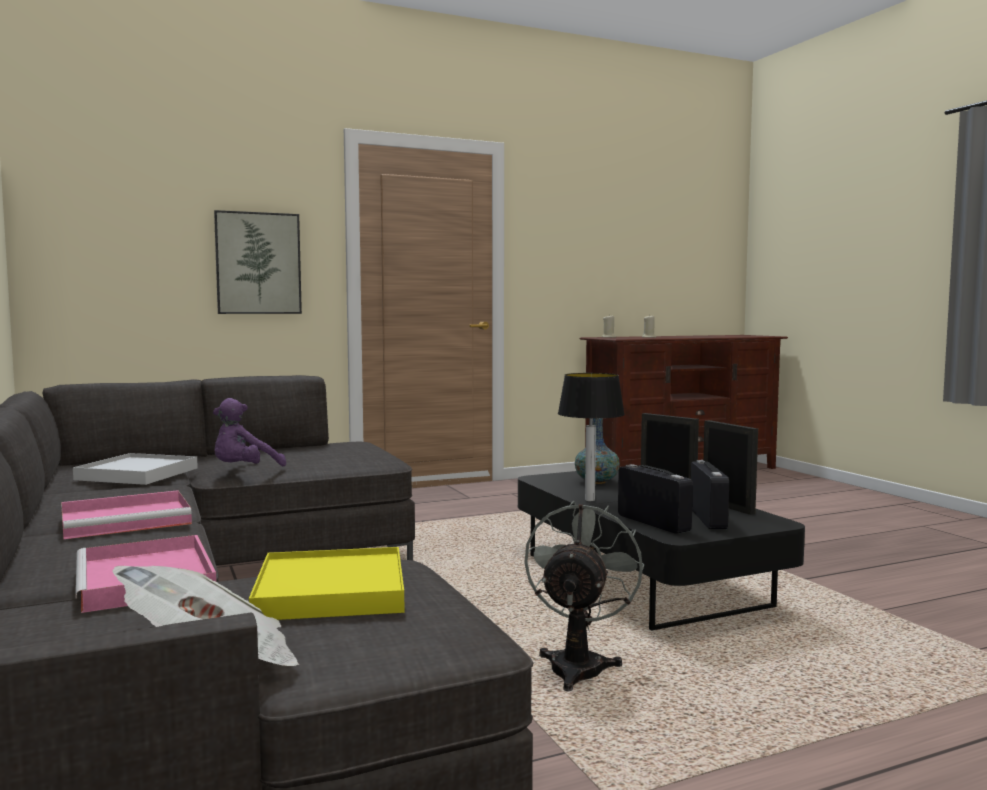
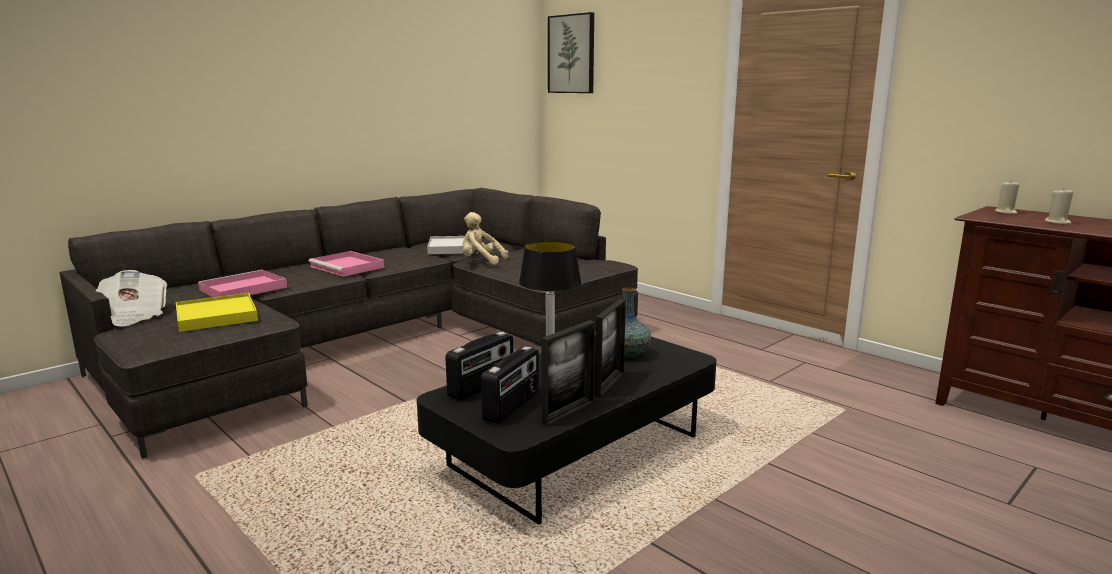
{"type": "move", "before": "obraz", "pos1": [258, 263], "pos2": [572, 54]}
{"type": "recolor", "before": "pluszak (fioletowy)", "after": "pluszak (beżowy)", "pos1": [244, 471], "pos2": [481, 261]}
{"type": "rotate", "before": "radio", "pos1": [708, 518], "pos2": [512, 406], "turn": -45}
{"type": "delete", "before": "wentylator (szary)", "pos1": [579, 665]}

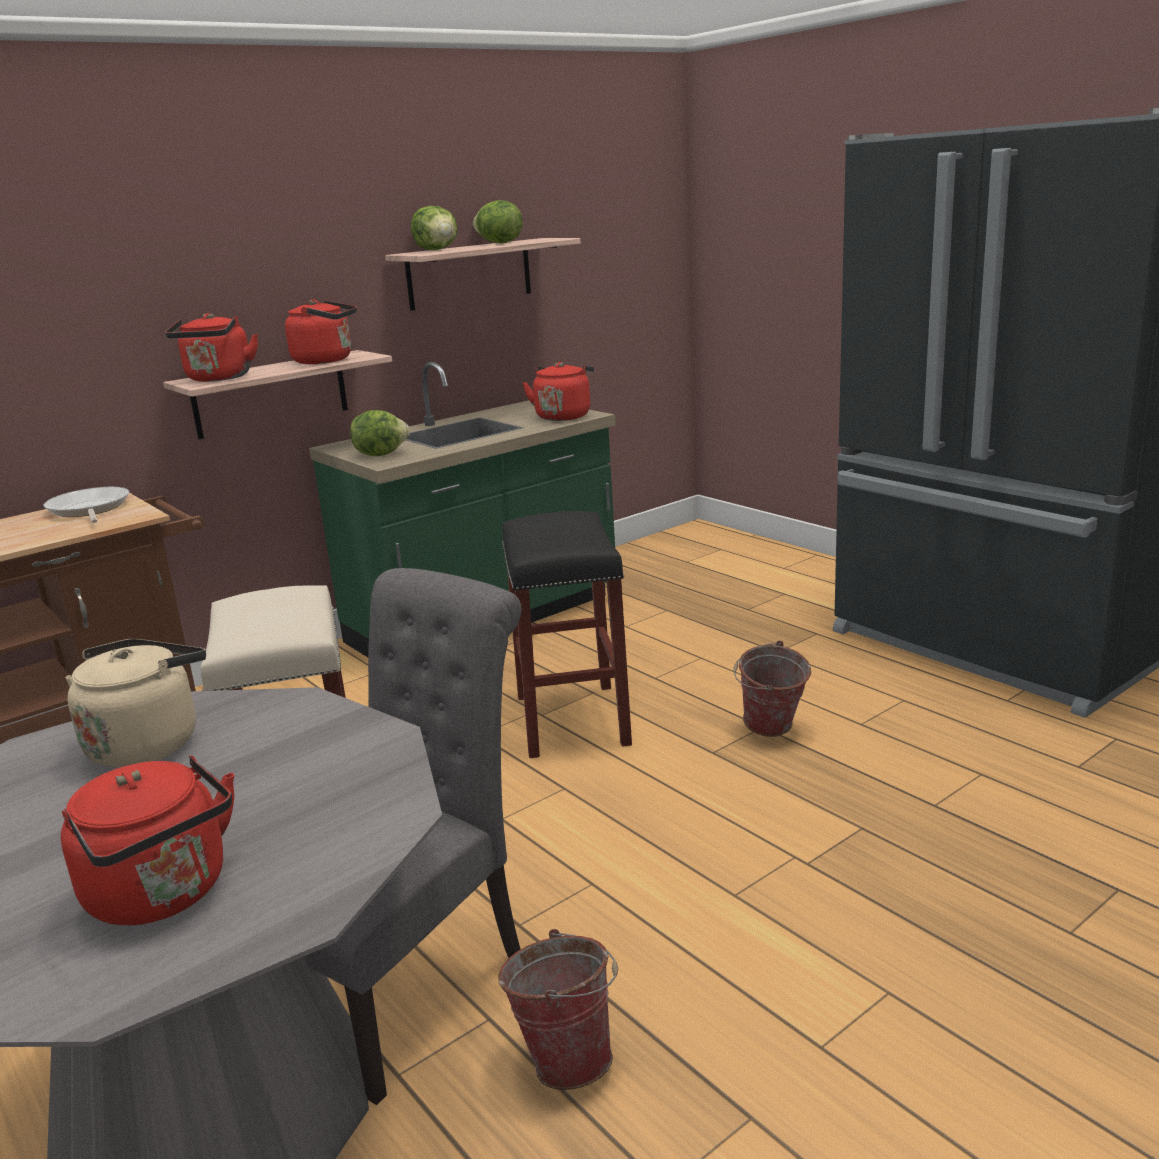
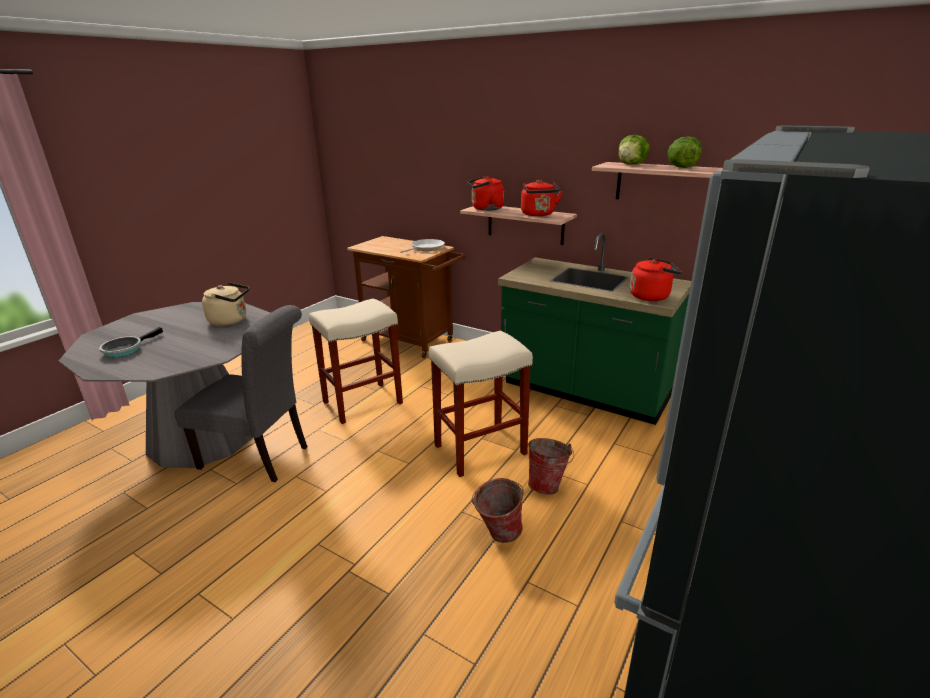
{"type": "delete", "before": "sałata", "pos1": [380, 454]}
{"type": "recolor", "before": "stołek (czarny)", "after": "stołek (beżowy)", "pos1": [570, 719], "pos2": [481, 449]}
{"type": "replace", "before": "czajnik (czerwony)", "after": "patelnia", "pos1": [164, 895], "pos2": [126, 349]}
{"type": "move", "before": "wiadro", "pos1": [566, 1056], "pos2": [548, 485]}

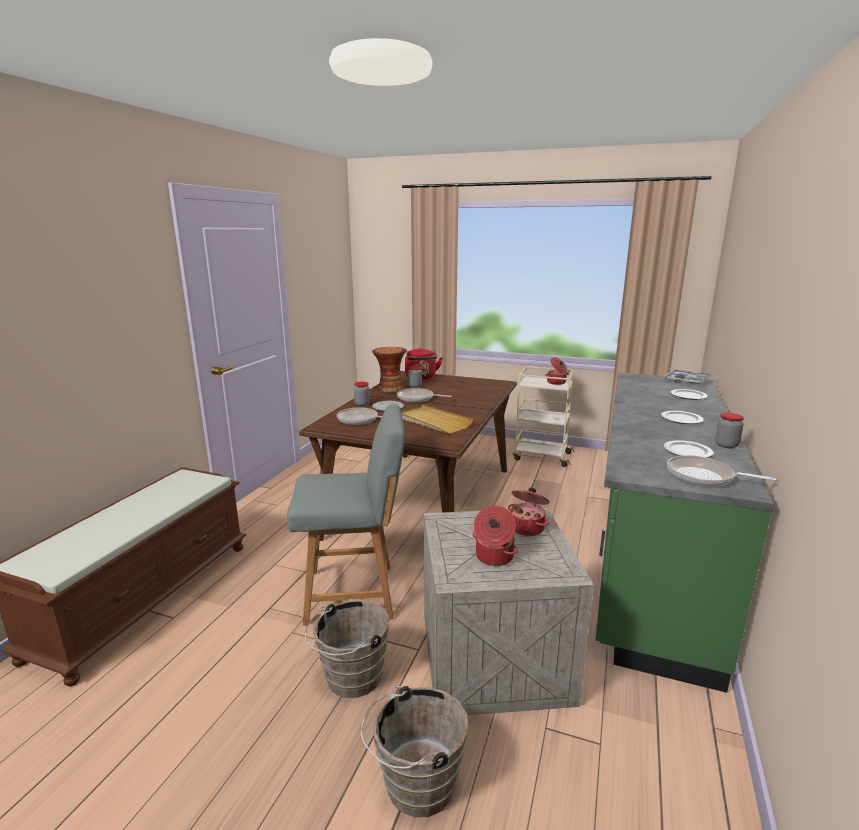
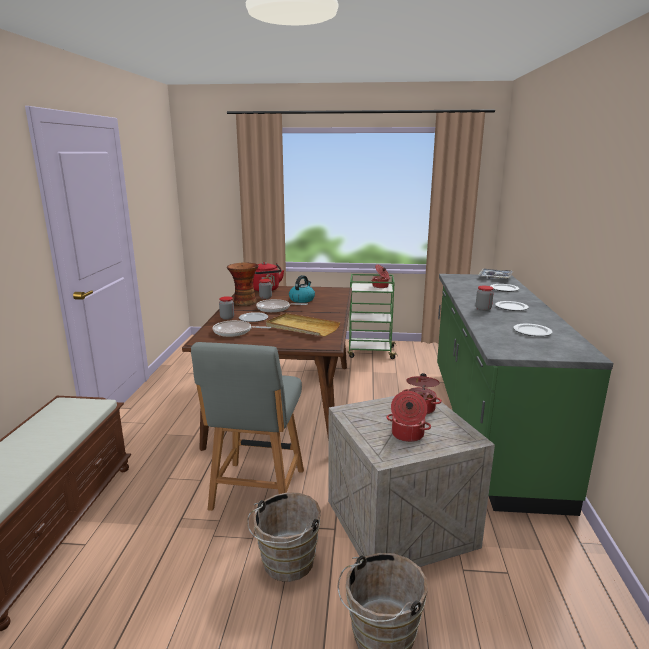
{"type": "recolor", "before": "wózek (beżowy)", "after": "wózek (zielony)", "pos1": [541, 456], "pos2": [370, 352]}
{"type": "rotate", "before": "krzesło (szary)", "pos1": [354, 593], "pos2": [257, 491], "turn": 120}
{"type": "move", "before": "słoik", "pos1": [726, 445], "pos2": [483, 309]}
{"type": "delete", "before": "patelnia", "pos1": [704, 477]}
{"type": "insert", "after": "czajnik", "pos2": [302, 299]}

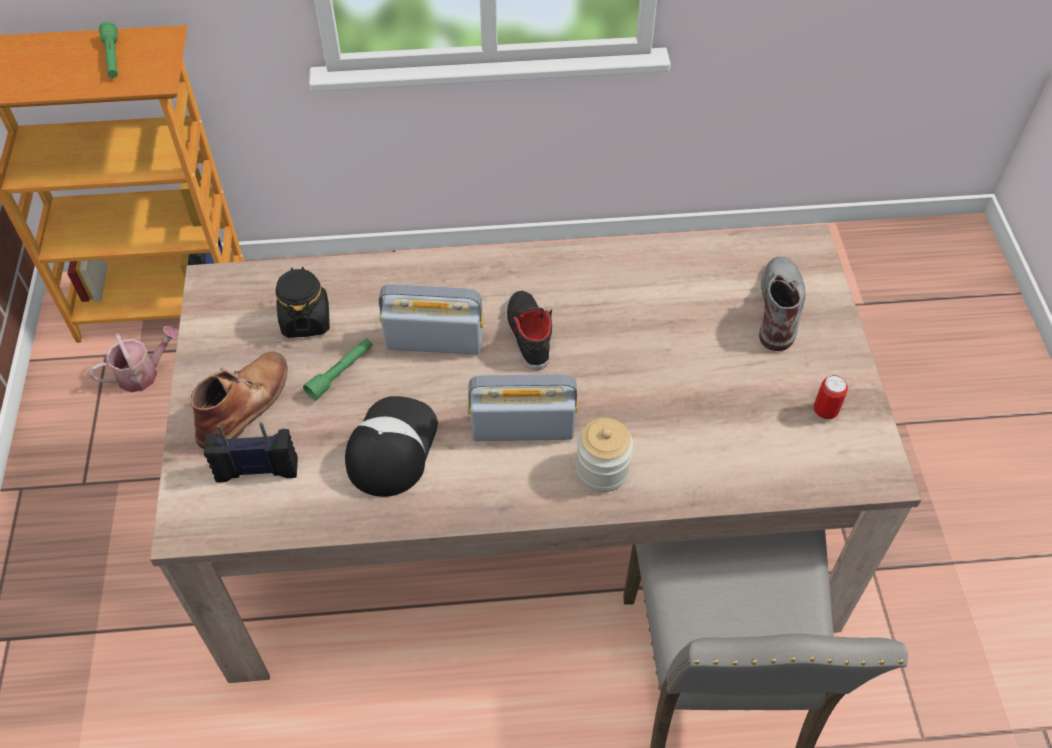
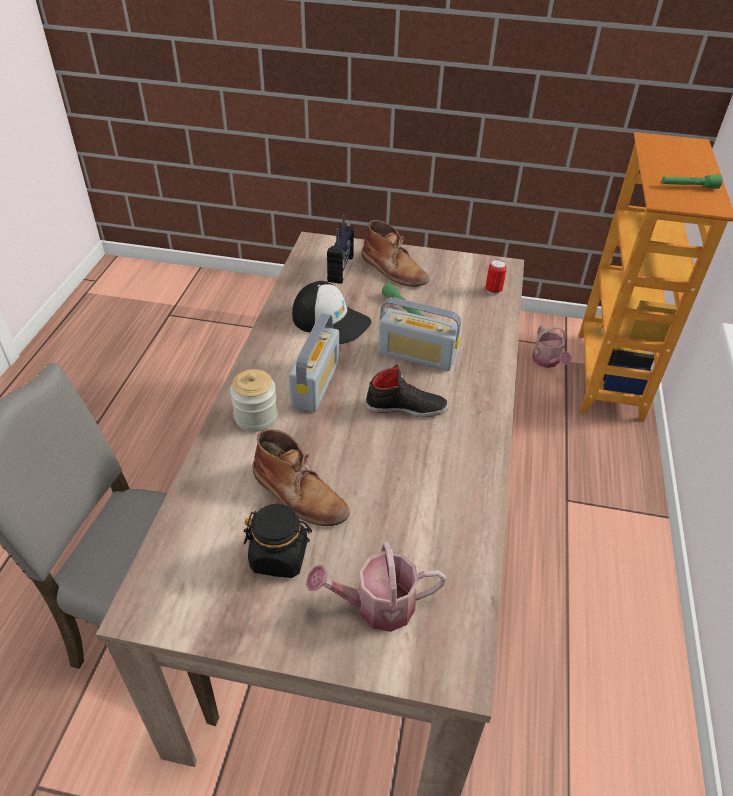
{"type": "replace", "before": "but z cholewką (szary)", "after": "konewka", "pos1": [779, 305], "pos2": [376, 606]}
{"type": "move", "before": "słoik (czarny)", "pos1": [305, 320], "pos2": [279, 556]}
{"type": "rotate", "before": "radio", "pos1": [434, 341], "pos2": [417, 355], "turn": 90}
{"type": "move", "before": "puszka", "pos1": [825, 411], "pos2": [493, 291]}
{"type": "insert", "after": "but z cholewką (brązowy)", "pos2": [299, 494]}

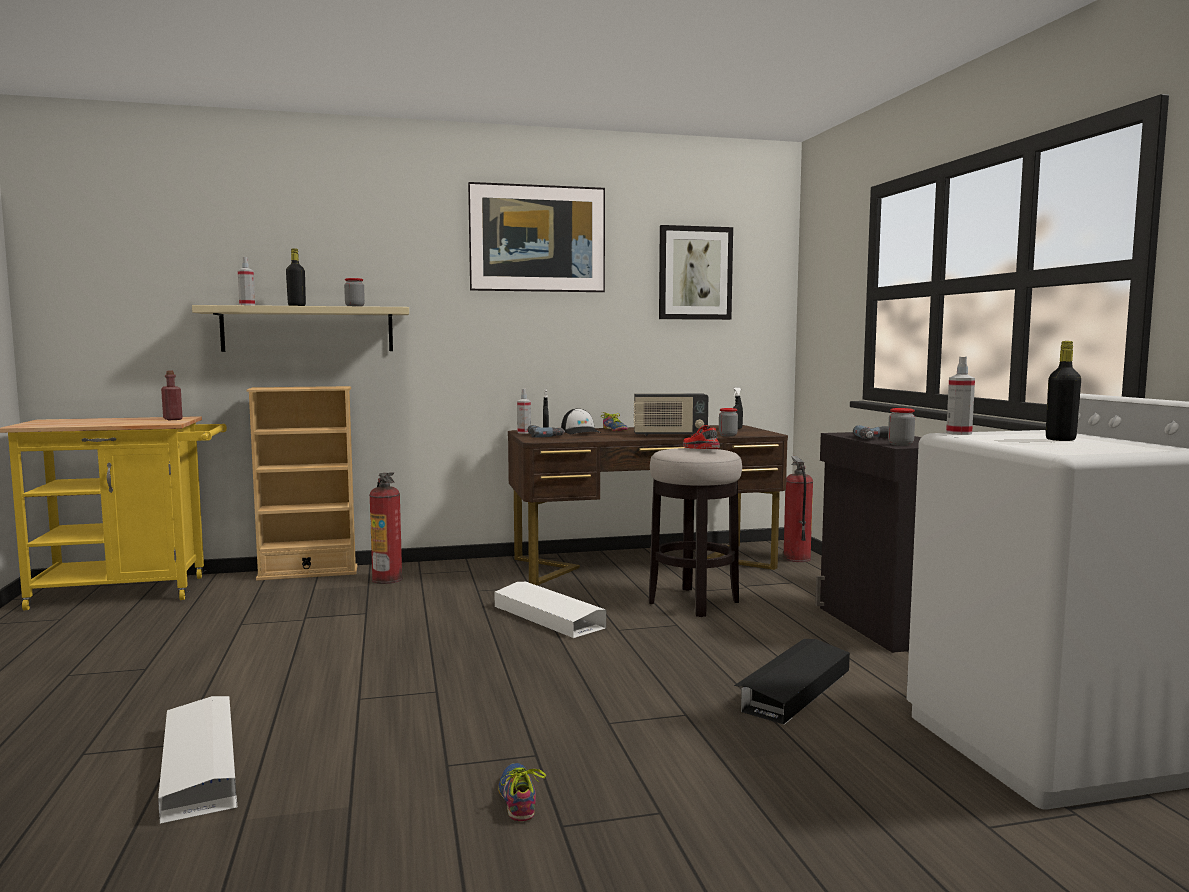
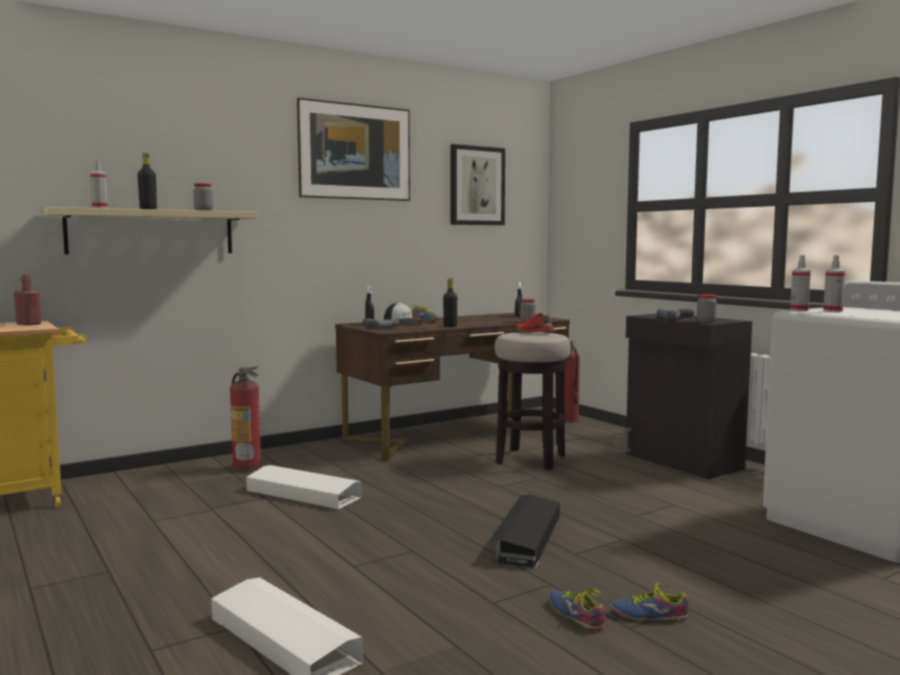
{"type": "move", "before": "butelka (czarny)", "pos1": [1060, 439], "pos2": [450, 326]}
{"type": "delete", "before": "regał (beżowy)", "pos1": [308, 573]}
{"type": "move", "before": "spryskiwacz", "pos1": [524, 432], "pos2": [832, 311]}
{"type": "delete", "before": "radio", "pos1": [669, 435]}
{"type": "move", "before": "pojemnik do przechowywania (biały)", "pos1": [548, 617], "pos2": [303, 494]}
{"type": "move", "before": "pojemnik do przechowywania (czarny)", "pos1": [793, 689], "pos2": [526, 538]}
{"type": "insert", "after": "but", "pos2": [648, 614]}

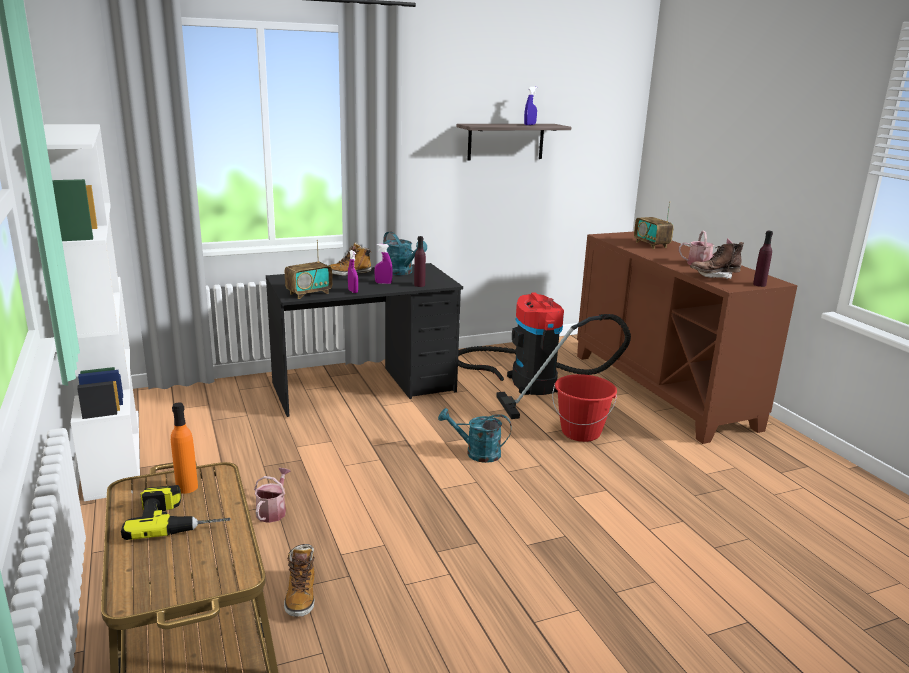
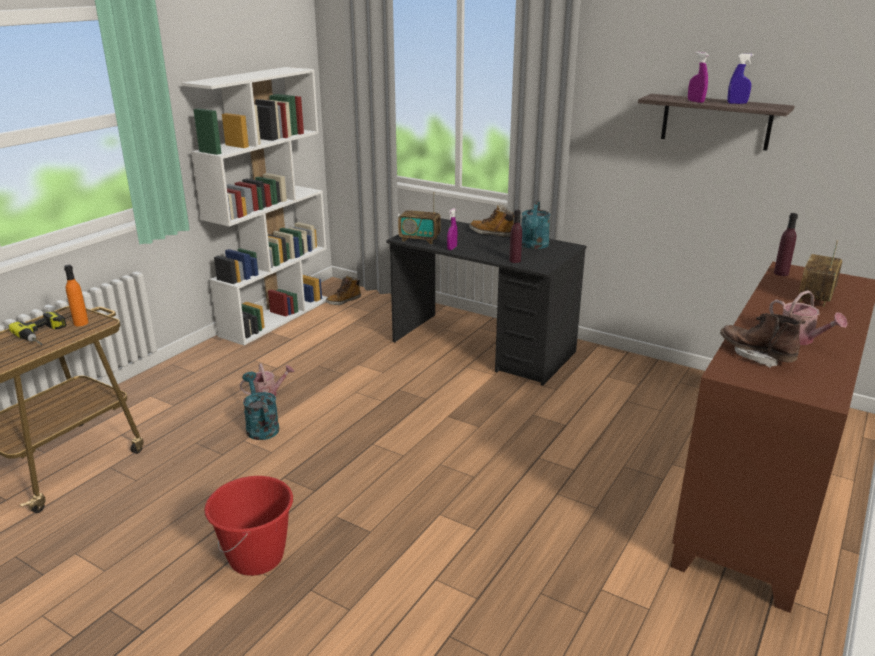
{"type": "move", "before": "butelka (fioletowy)", "pos1": [759, 284], "pos2": [781, 273]}
{"type": "move", "before": "spryskiwacz (fioletowy)", "pos1": [383, 283], "pos2": [695, 101]}
{"type": "delete", "before": "odkurzacz", "pos1": [530, 381]}
{"type": "move", "before": "wiadro (czerwony)", "pos1": [581, 432], "pos2": [257, 557]}
{"type": "move", "before": "konewka (turkusowy)", "pos1": [476, 453], "pos2": [260, 426]}
{"type": "move", "before": "but z cholewką", "pos1": [301, 595], "pos2": [344, 301]}

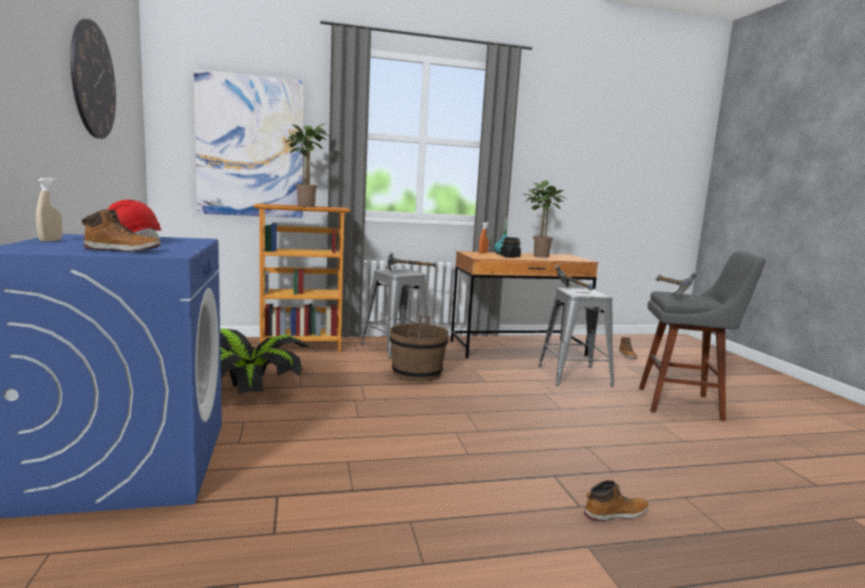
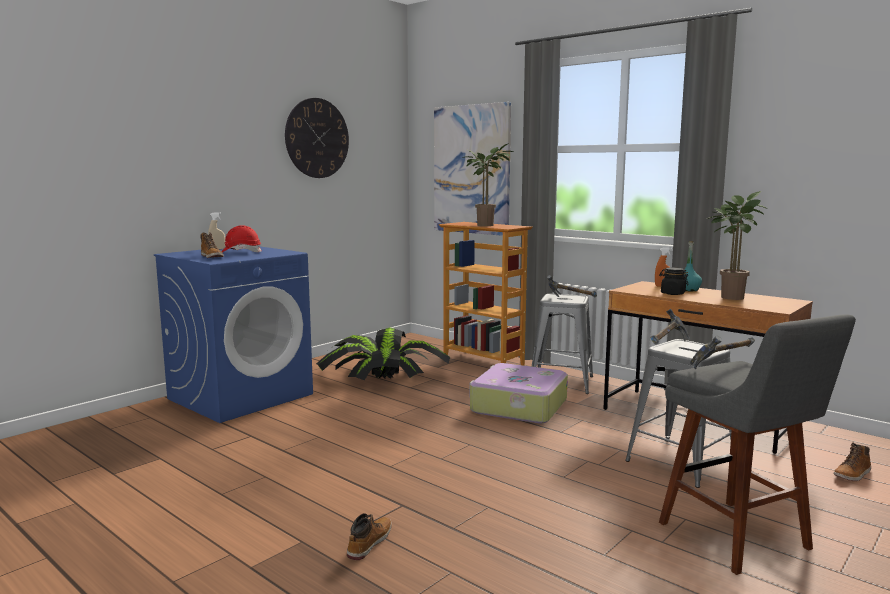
{"type": "replace", "before": "wiadro (brązowy)", "after": "walizka", "pos1": [417, 373], "pos2": [517, 406]}
{"type": "rotate", "before": "but z cholewką", "pos1": [615, 513], "pos2": [369, 543], "turn": -105}

